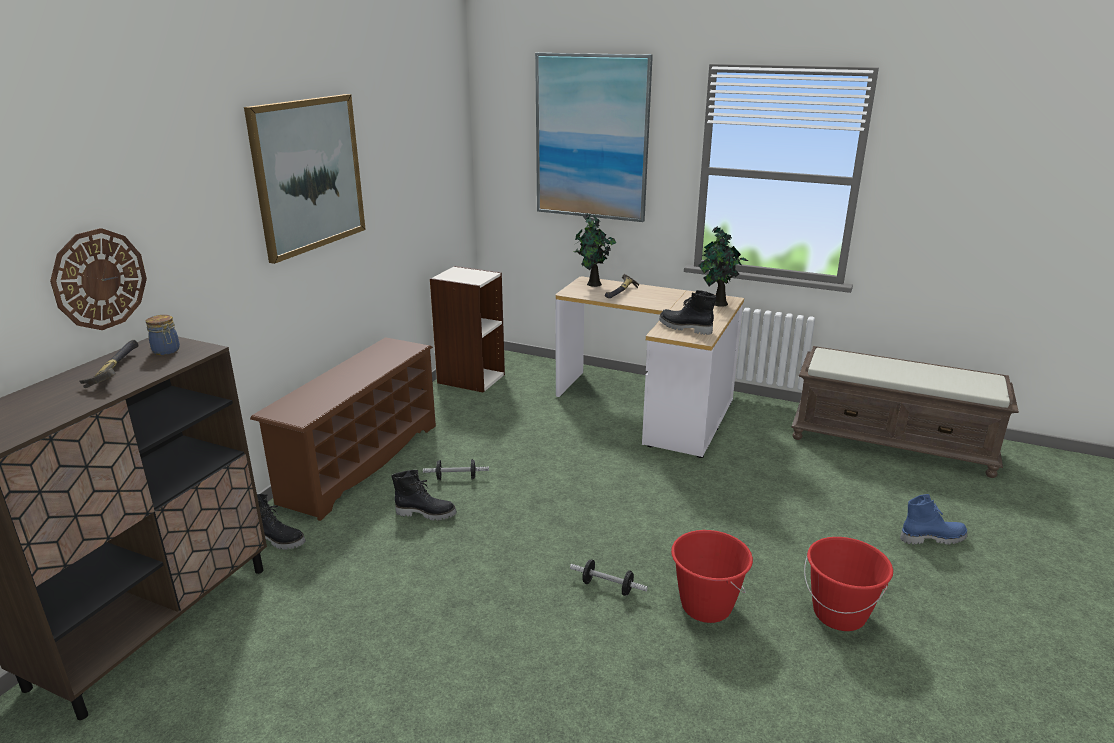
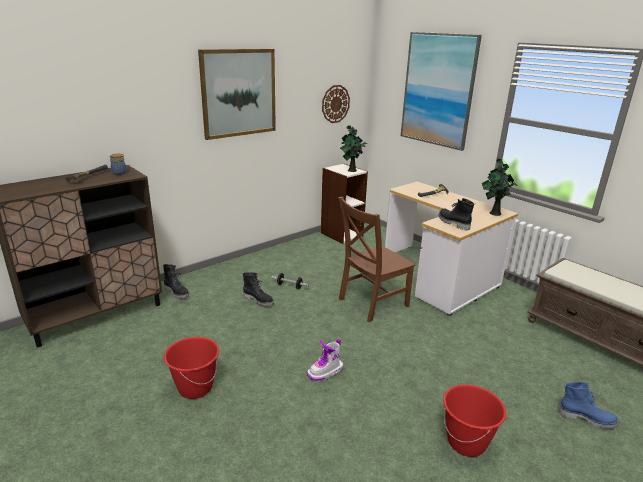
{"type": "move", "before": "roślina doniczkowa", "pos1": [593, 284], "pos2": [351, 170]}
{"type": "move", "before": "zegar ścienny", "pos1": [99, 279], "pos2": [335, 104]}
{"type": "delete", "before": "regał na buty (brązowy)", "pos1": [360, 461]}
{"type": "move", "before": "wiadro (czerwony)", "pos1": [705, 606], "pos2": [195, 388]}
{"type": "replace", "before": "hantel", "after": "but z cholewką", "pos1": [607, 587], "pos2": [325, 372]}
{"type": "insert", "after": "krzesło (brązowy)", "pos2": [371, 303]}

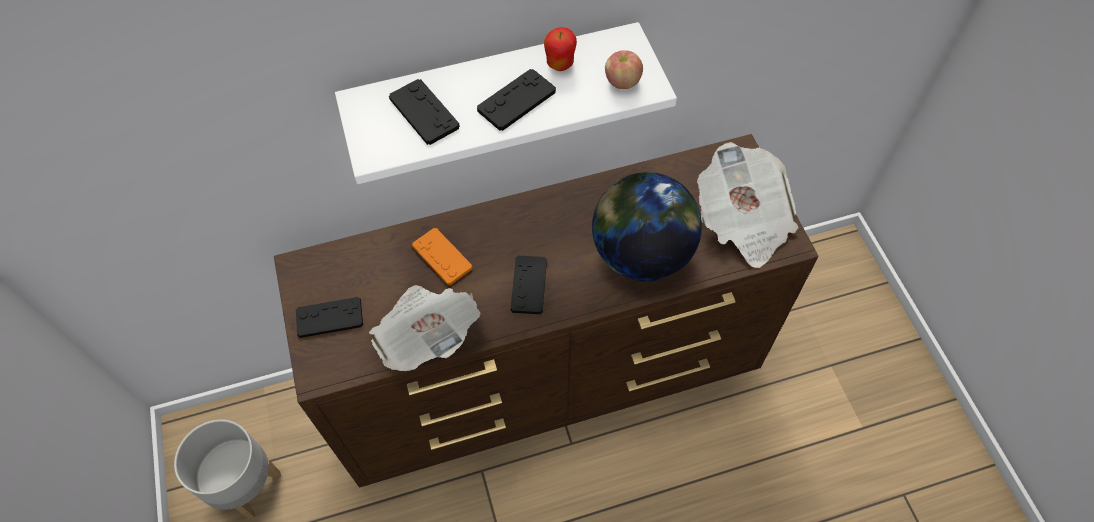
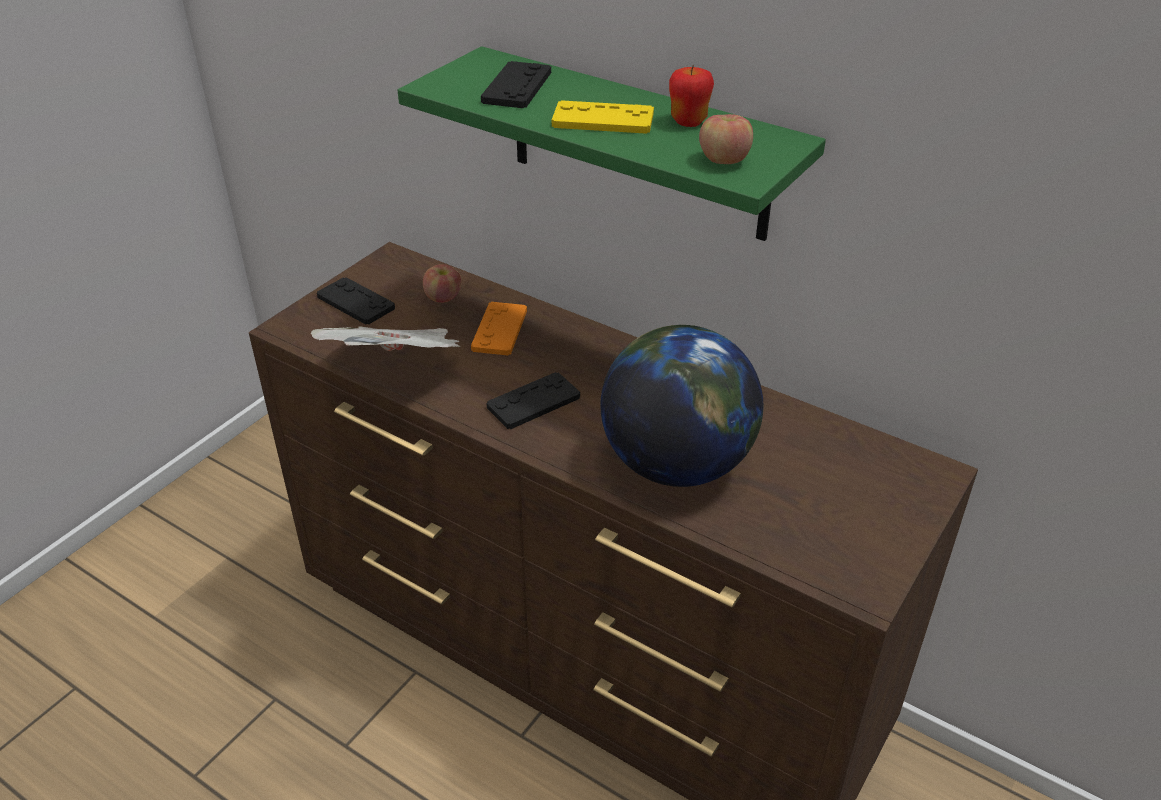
{"type": "recolor", "before": "półka (biały)", "after": "półka (zielony)", "pos1": [493, 88], "pos2": [637, 144]}
{"type": "recolor", "before": "pad do gier (czarny)", "after": "pad do gier (żółty)", "pos1": [516, 101], "pos2": [603, 120]}
{"type": "delete", "before": "gazeta", "pos1": [742, 221]}
{"type": "delete", "before": "donica (szary)", "pos1": [245, 485]}
{"type": "insert", "after": "jabłko", "pos2": [443, 298]}

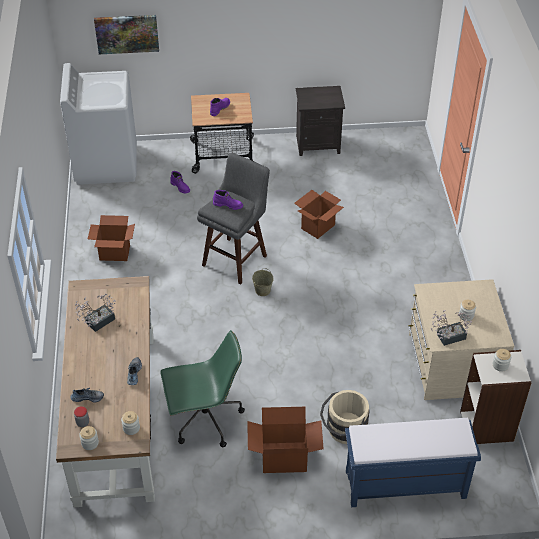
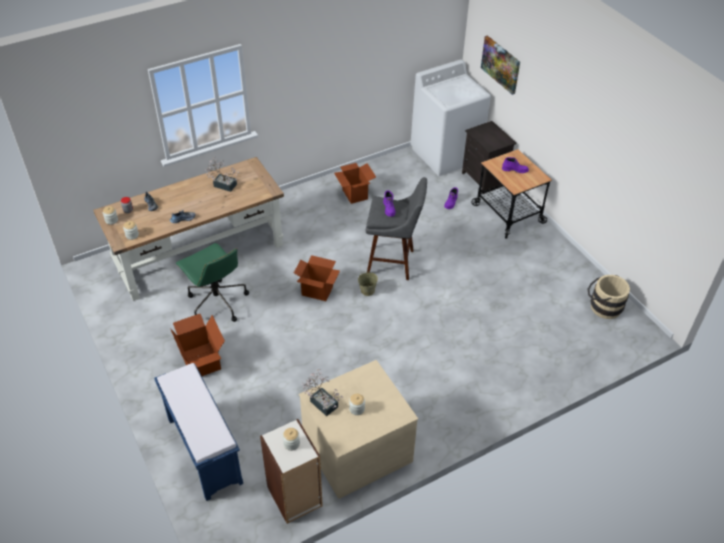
{"type": "move", "before": "szafka nocna (czarny)", "pos1": [318, 144], "pos2": [485, 179]}
{"type": "move", "before": "karton", "pos1": [318, 226], "pos2": [317, 291]}
{"type": "move", "before": "wiadro (beżowy)", "pos1": [343, 431], "pos2": [602, 306]}

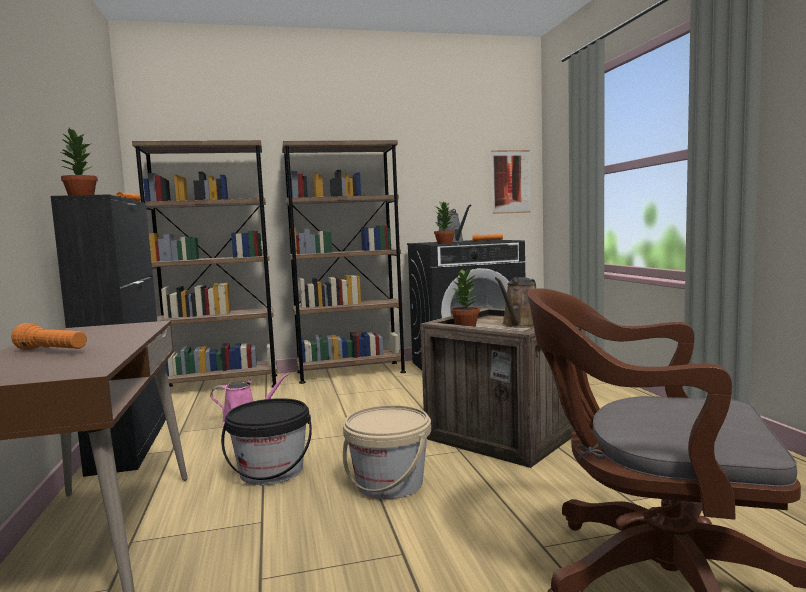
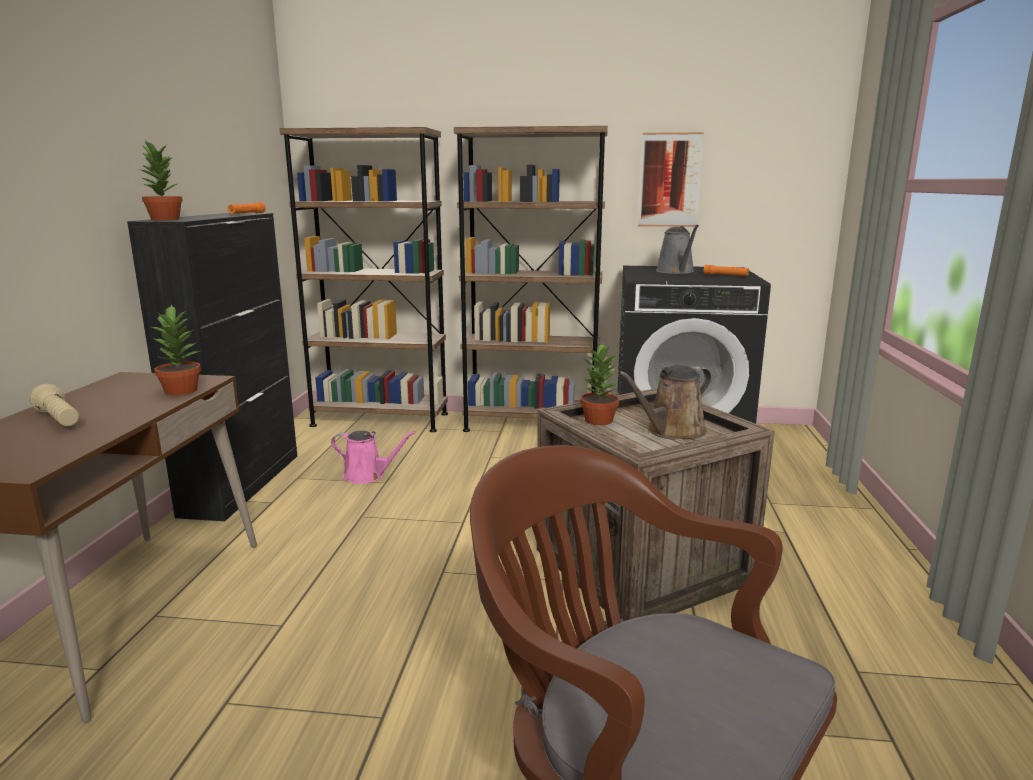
{"type": "move", "before": "obraz", "pos1": [511, 182], "pos2": [670, 180]}
{"type": "move", "before": "roślina doniczkowa", "pos1": [445, 243], "pos2": [182, 390]}
{"type": "recolor", "before": "latarka (pomarańczowy)", "after": "latarka (beżowy)", "pos1": [52, 351], "pos2": [59, 420]}
{"type": "delete", "before": "wiadro (czarny)", "pos1": [271, 471]}
{"type": "delete", "before": "wiadro (beżowy)", "pos1": [389, 484]}

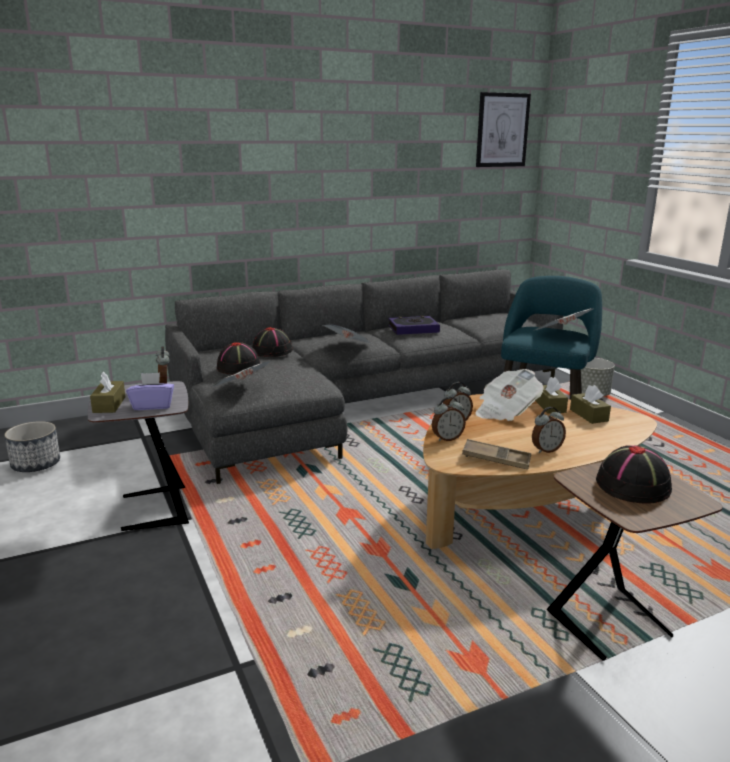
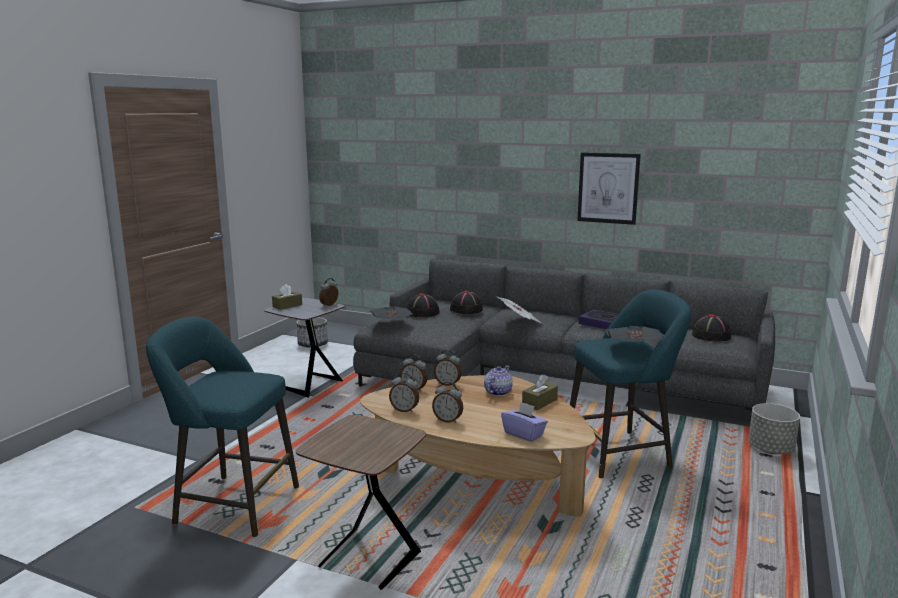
{"type": "move", "before": "obraz", "pos1": [502, 130], "pos2": [608, 188]}
{"type": "replace", "before": "gazeta", "after": "imbryk", "pos1": [505, 411], "pos2": [497, 392]}
{"type": "move", "before": "pudełko chusteczek (fioletowy)", "pos1": [152, 405], "pos2": [524, 434]}
{"type": "delete", "before": "pudełko chusteczek (brązowy)", "pos1": [588, 415]}
{"type": "replace", "before": "taca (brązowy)", "after": "budzik", "pos1": [496, 459], "pos2": [404, 410]}
{"type": "move", "before": "kapelusz (czarny)", "pos1": [633, 485], "pos2": [711, 336]}
{"type": "insert", "after": "stołek (turkusowy)", "pos2": [231, 504]}

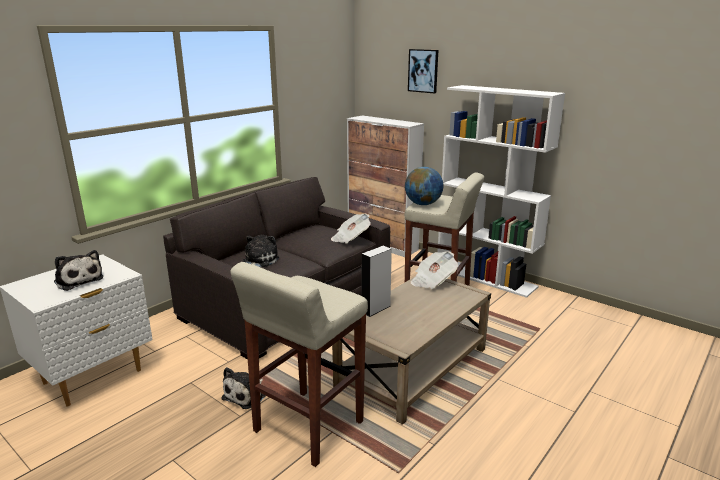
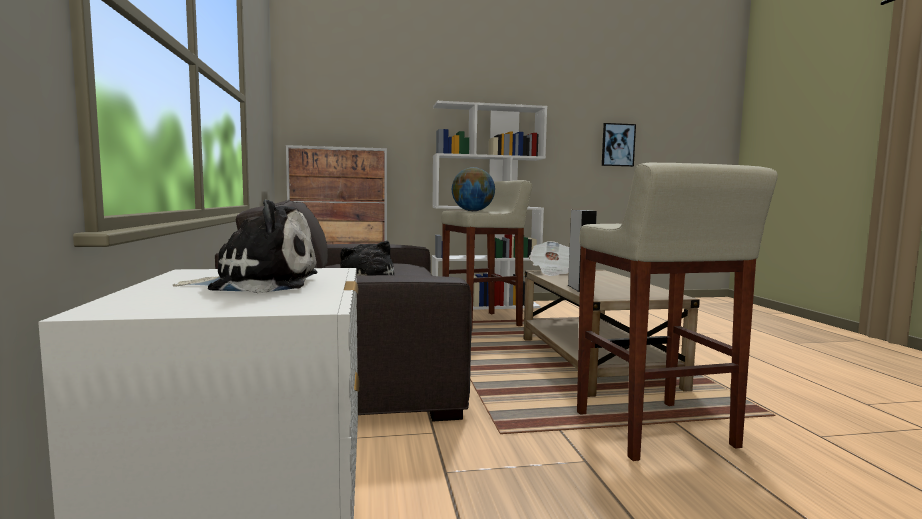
{"type": "move", "before": "obraz", "pos1": [423, 71], "pos2": [618, 145]}
{"type": "delete", "before": "gazeta", "pos1": [350, 238]}
{"type": "delete", "before": "pluszak", "pos1": [247, 395]}

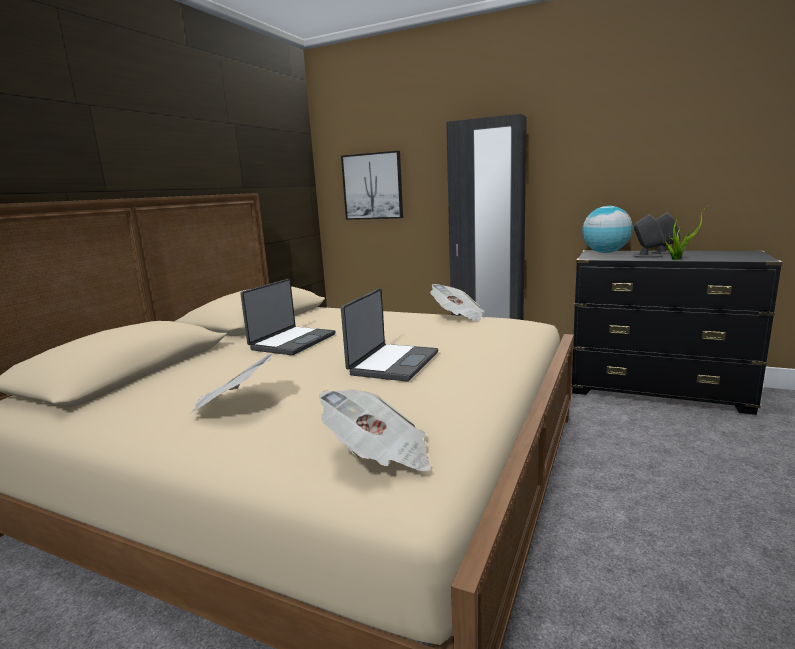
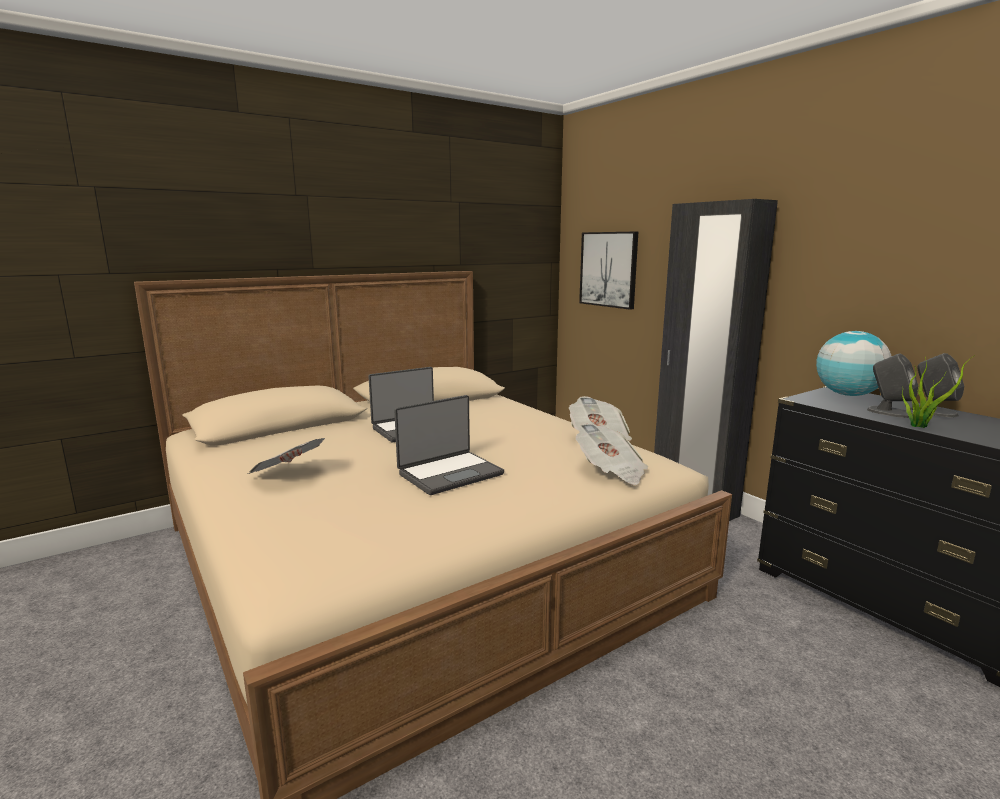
{"type": "move", "before": "gazeta", "pos1": [380, 456], "pos2": [611, 471]}

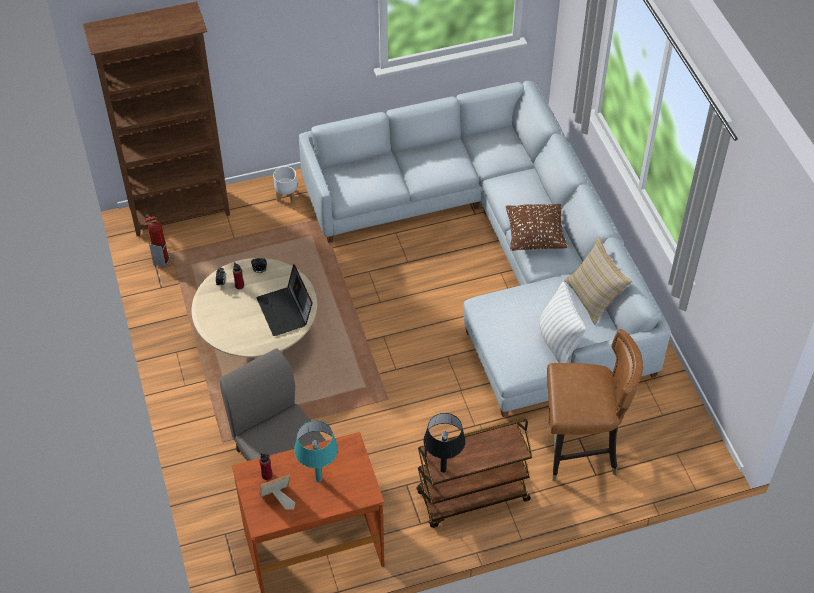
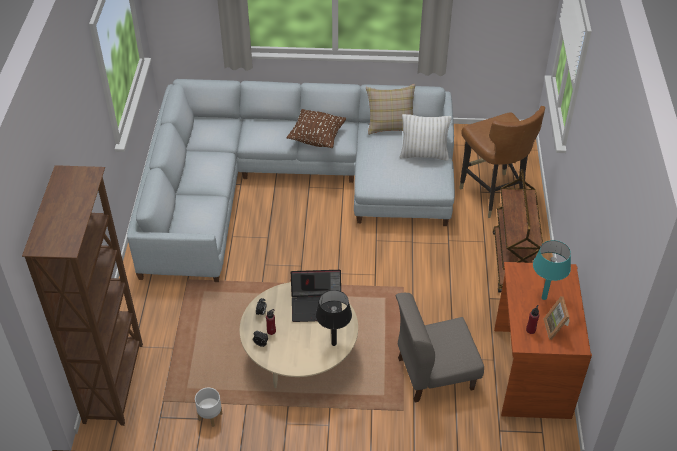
{"type": "move", "before": "donica (biały)", "pos1": [286, 195], "pos2": [210, 417]}
{"type": "delete", "before": "gaśnica", "pos1": [161, 260]}
{"type": "rotate", "before": "krzesło (brązowy)", "pos1": [580, 452], "pos2": [493, 195], "turn": 135}
{"type": "move", "before": "lampa stołowa (czarny)", "pos1": [443, 469], "pos2": [333, 343]}

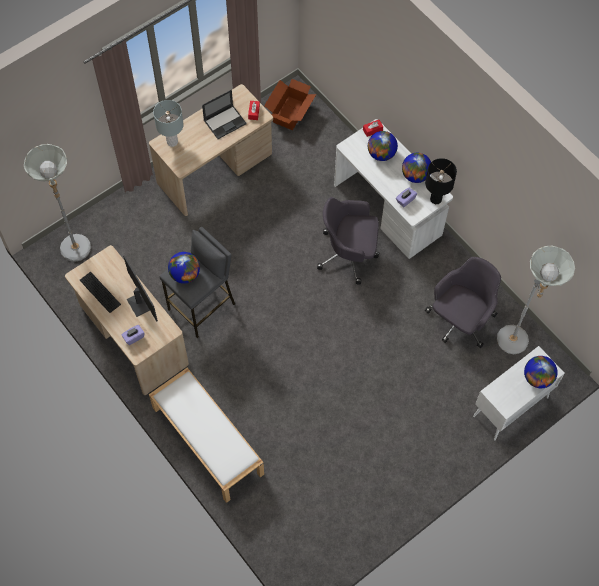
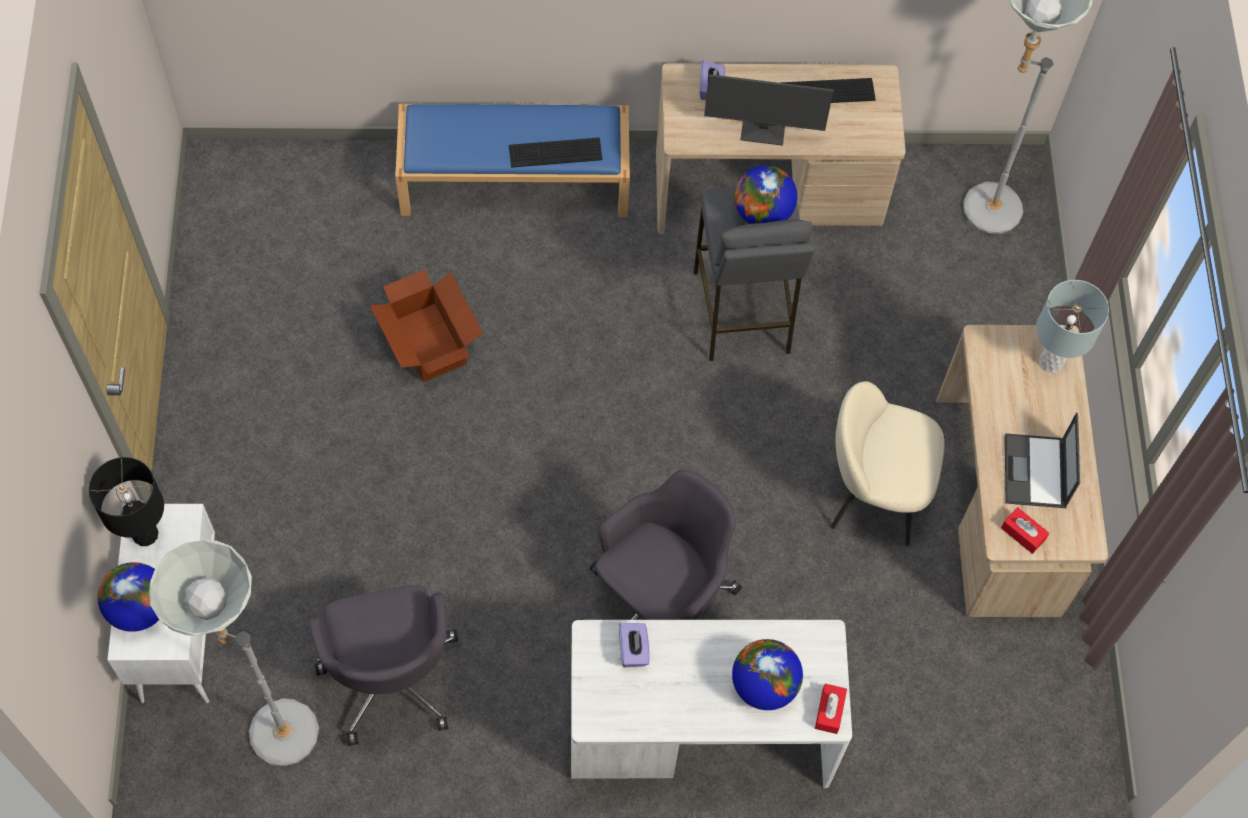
{"type": "move", "before": "karton", "pos1": [289, 113], "pos2": [429, 341]}
{"type": "delete", "before": "globus", "pos1": [415, 175]}
{"type": "move", "before": "lampa stołowa (czarny)", "pos1": [435, 199], "pos2": [145, 534]}
{"type": "recolor", "before": "ławka (biały)", "after": "ławka (niebieski)", "pos1": [207, 440], "pos2": [516, 179]}
{"type": "insert", "after": "klawiatura", "pos2": [555, 152]}
{"type": "insert", "after": "krzesło (beżowy)", "pos2": [874, 492]}

